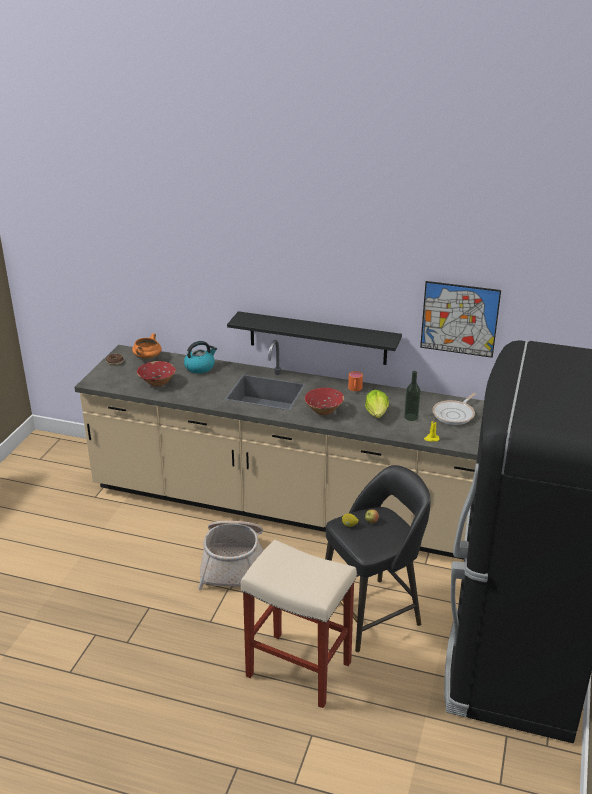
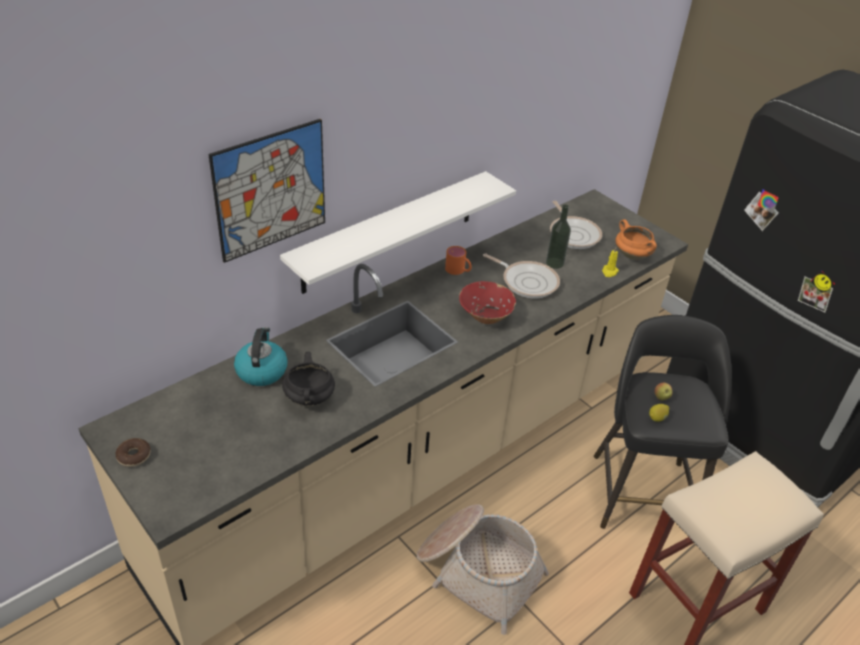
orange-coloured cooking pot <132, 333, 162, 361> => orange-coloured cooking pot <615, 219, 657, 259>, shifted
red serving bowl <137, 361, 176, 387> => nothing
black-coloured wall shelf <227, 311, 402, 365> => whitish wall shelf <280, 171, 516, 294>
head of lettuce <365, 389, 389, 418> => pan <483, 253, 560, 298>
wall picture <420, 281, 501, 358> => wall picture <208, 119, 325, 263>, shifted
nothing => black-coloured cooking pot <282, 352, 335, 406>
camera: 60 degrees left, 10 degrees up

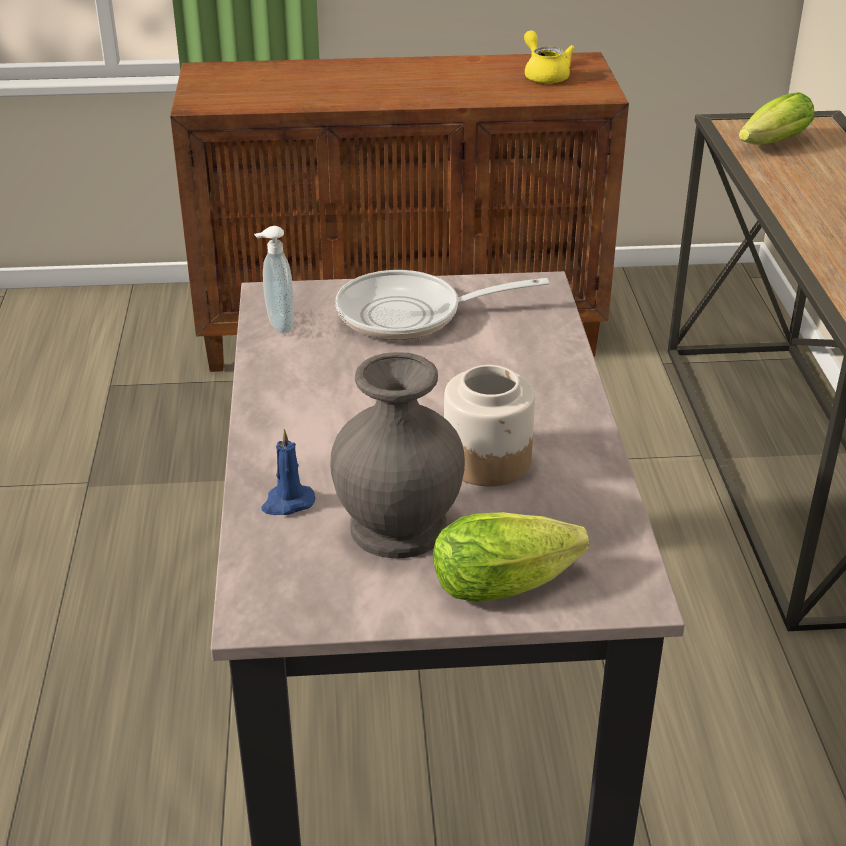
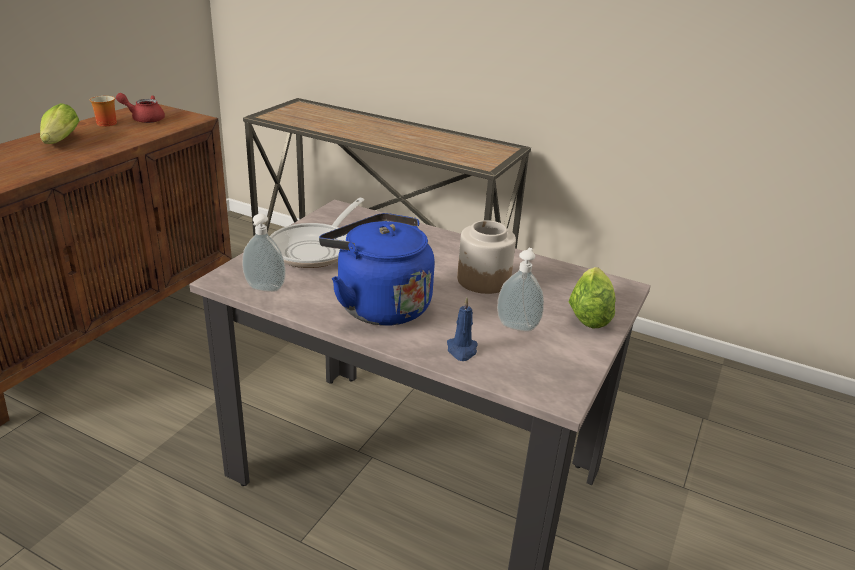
greyish vase <330, 352, 465, 559> => soap dispenser <497, 248, 544, 331>
yellowish teapot <524, 30, 575, 84> => red teapot <116, 93, 165, 123>
head of lettuce <739, 92, 814, 145> => head of lettuce <40, 103, 79, 144>, shifted
nothing => mug <89, 96, 117, 126>
nothing => blue water kettle <319, 213, 435, 325>
camera: 60 degrees left, 5 degrees down

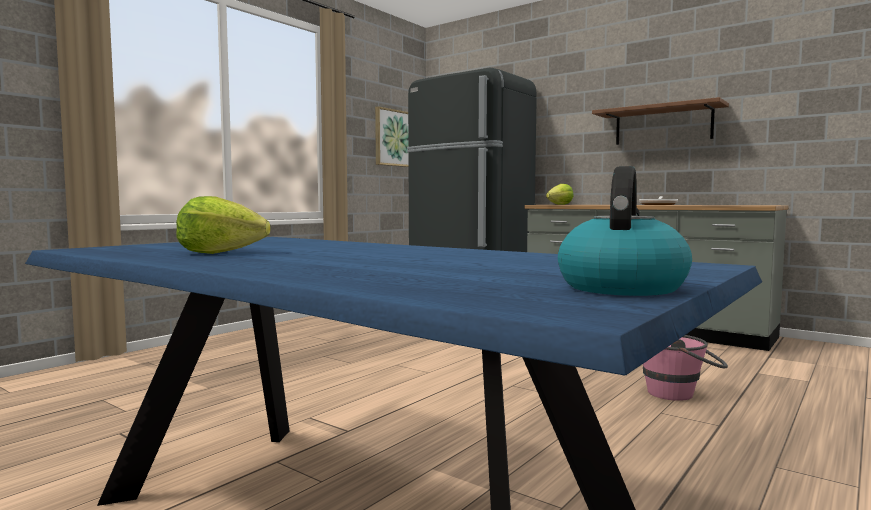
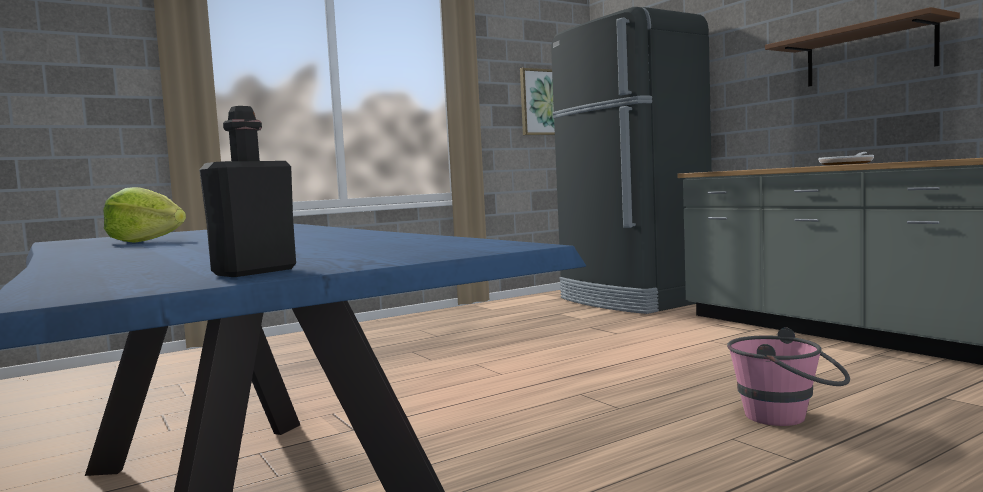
head of lettuce <546, 184, 574, 205> => nothing
water kettle <558, 166, 692, 296> => black-coloured beverage bottle <199, 106, 296, 277>
camera: 20 degrees right, 0 degrees up

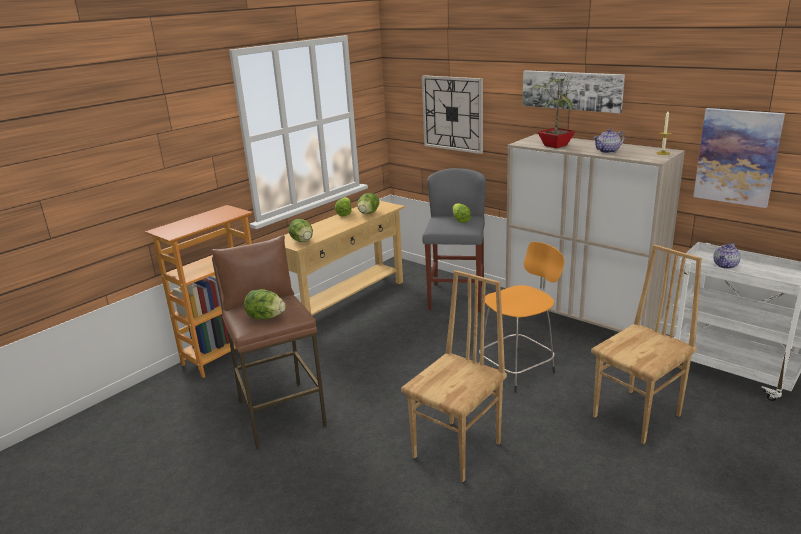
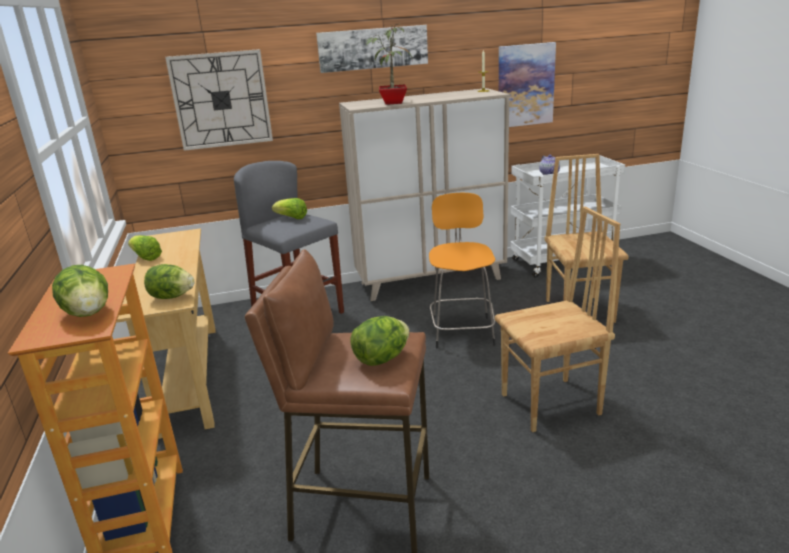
head of lettuce <357, 193, 379, 214> => head of lettuce <52, 265, 108, 317>, shifted
brown-coloured upright chair <401, 270, 507, 482> => brown-coloured upright chair <495, 207, 620, 432>, 90 degrees clockwise
teapot <593, 129, 625, 153> => nothing
camera: 55 degrees left, 0 degrees up

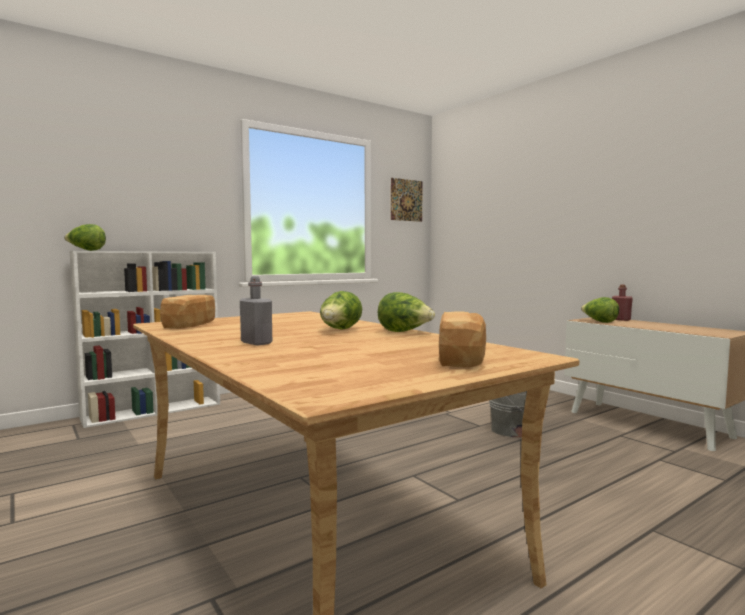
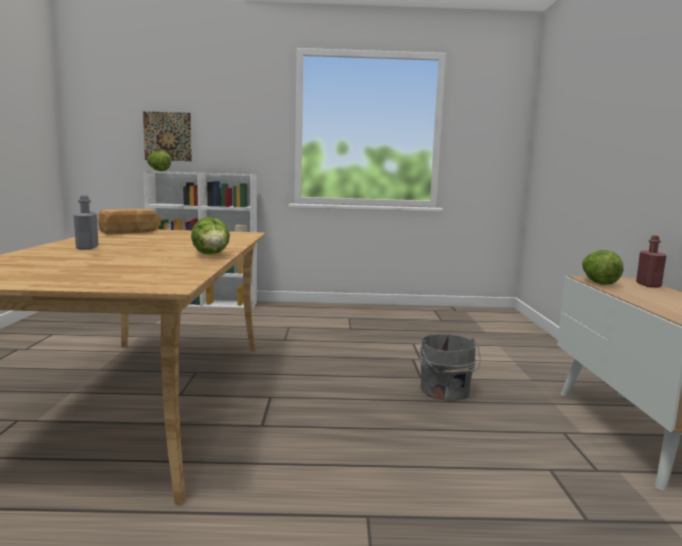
head of lettuce <320, 291, 362, 330> => nothing
wall picture <391, 178, 423, 222> => wall picture <143, 111, 192, 161>, shifted
bakery bread <439, 311, 486, 367> => nothing
camera: 35 degrees right, 5 degrees up

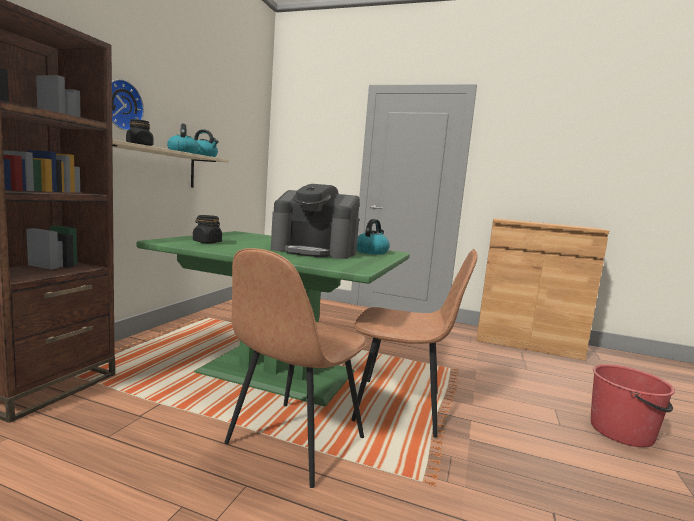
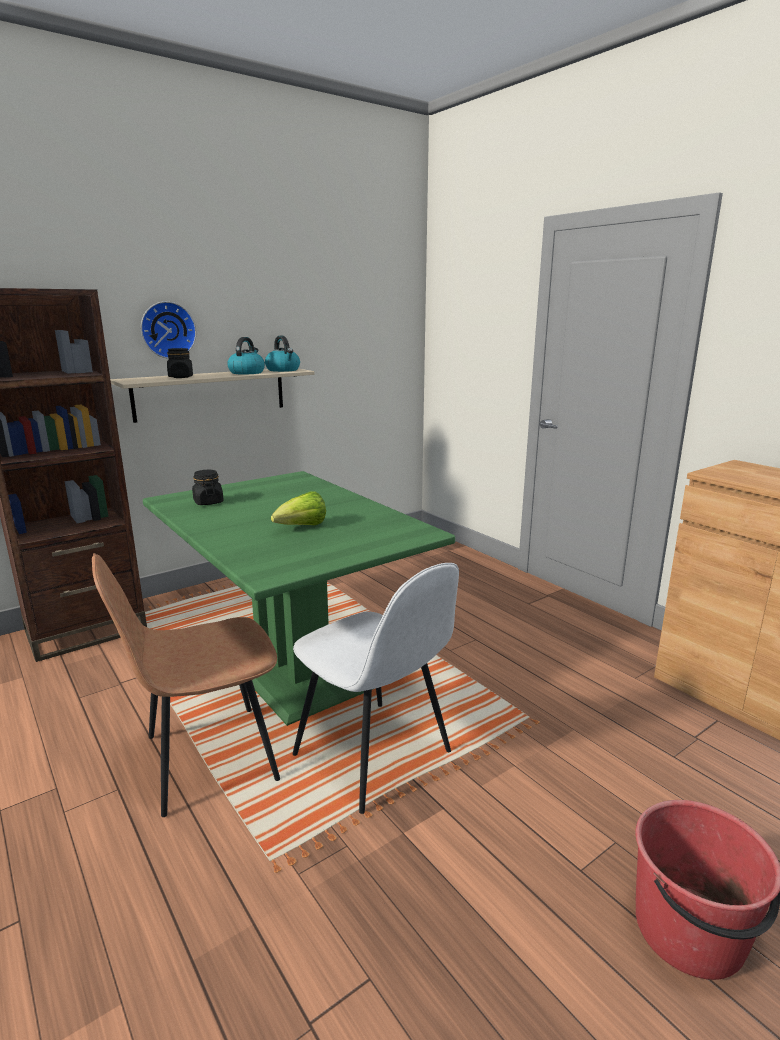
coffee machine <271, 184, 360, 259> => head of lettuce <271, 491, 326, 525>
brown-coloured upright chair <351, 249, 478, 437> => whitish upright chair <293, 563, 459, 814>
water kettle <357, 219, 390, 255> => nothing
camera: 35 degrees right, 10 degrees up

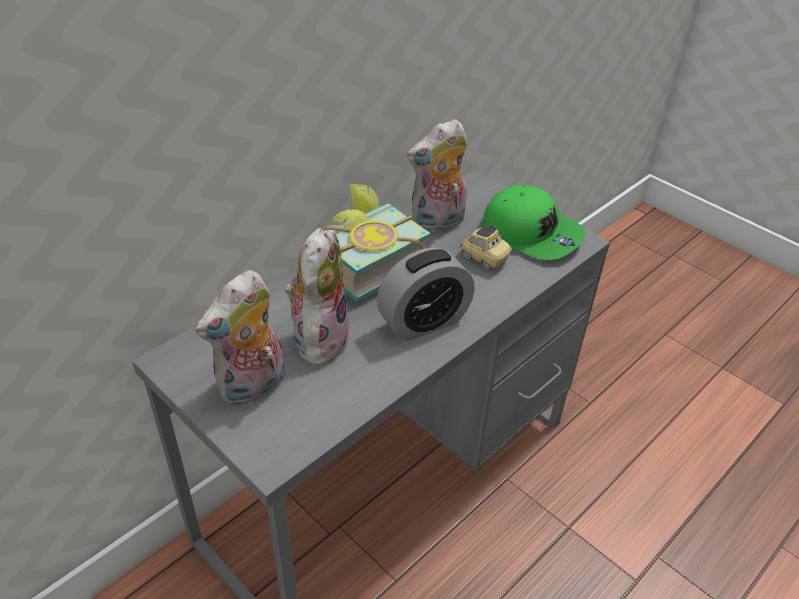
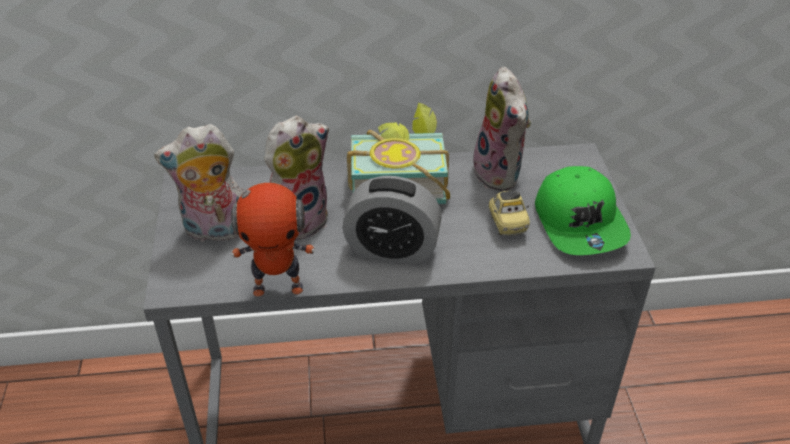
soft toy <407, 119, 467, 232> => soft toy <473, 67, 531, 191>, 120 degrees counterclockwise
nothing => robot figure <226, 178, 315, 296>
camera: 40 degrees right, 0 degrees up

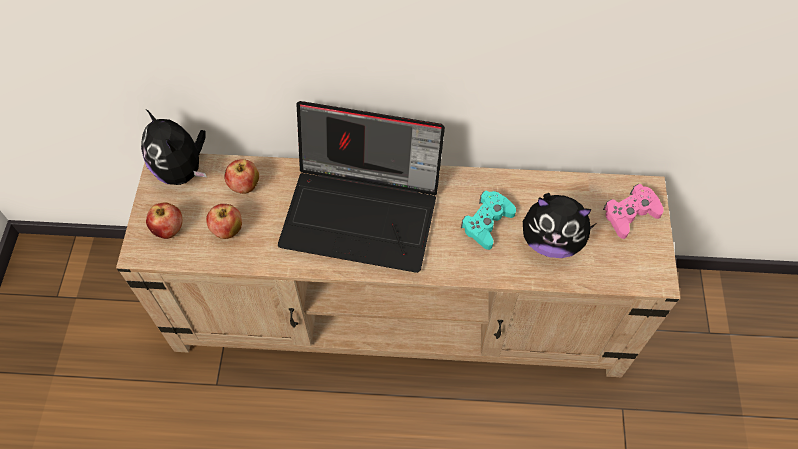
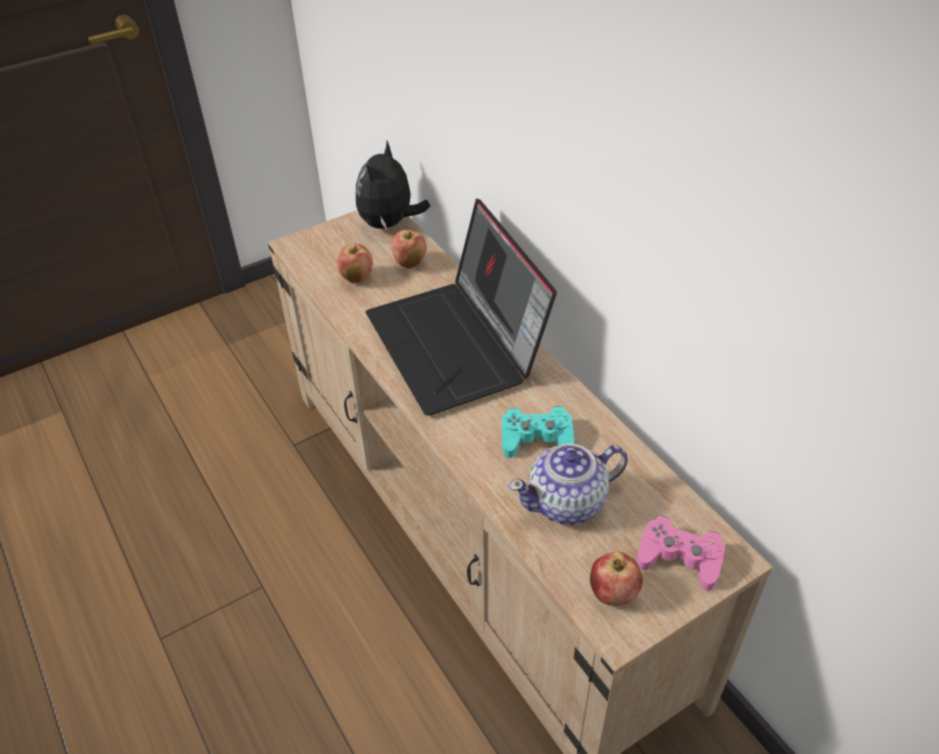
apple fruit <146, 202, 183, 239> => apple fruit <590, 552, 643, 606>, shifted
soft toy <523, 193, 597, 258> => teapot <509, 443, 628, 525>
camera: 55 degrees right, 15 degrees down

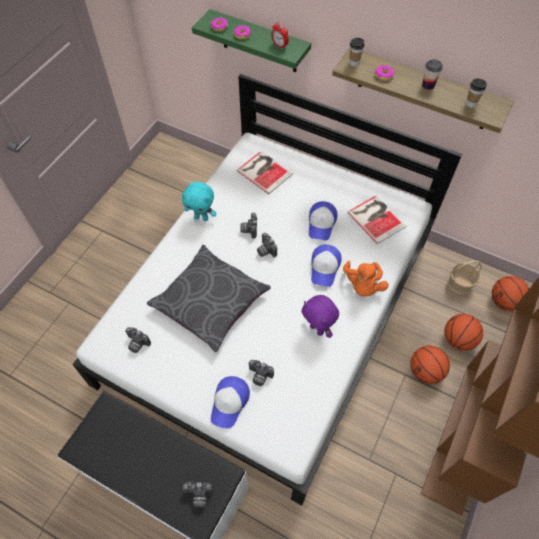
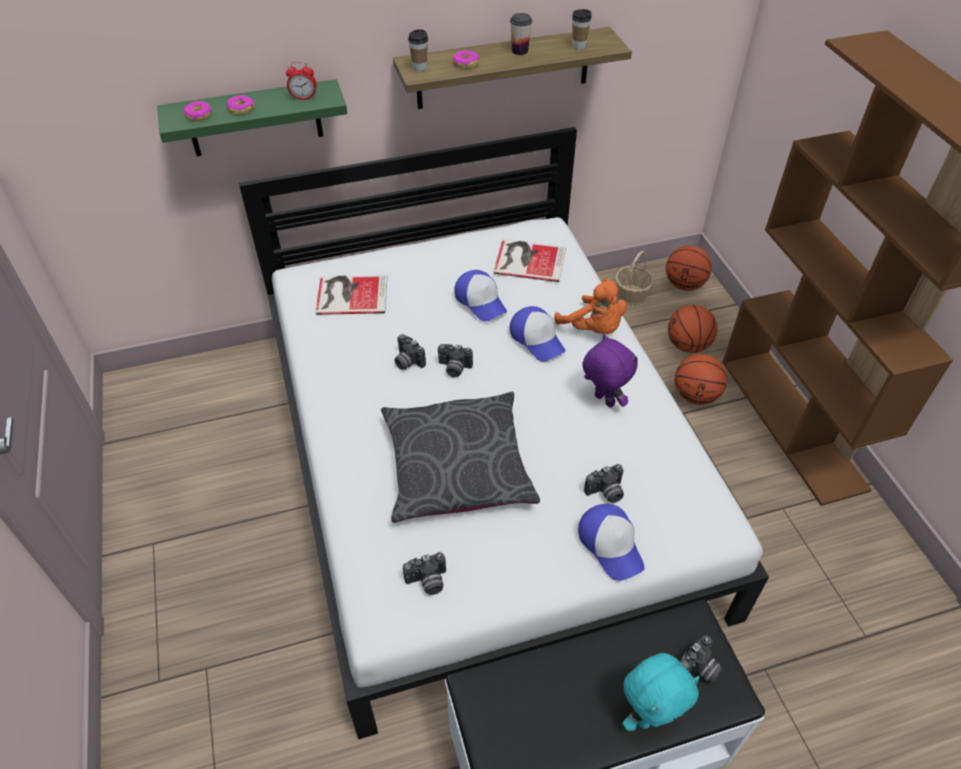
turquoise soft toy <181, 182, 217, 221> => turquoise soft toy <623, 653, 700, 731>, shifted
purple-coloured soft toy <301, 295, 339, 338> => purple-coloured soft toy <582, 334, 638, 408>, 135 degrees counterclockwise
camera: 45 degrees left, 10 degrees down

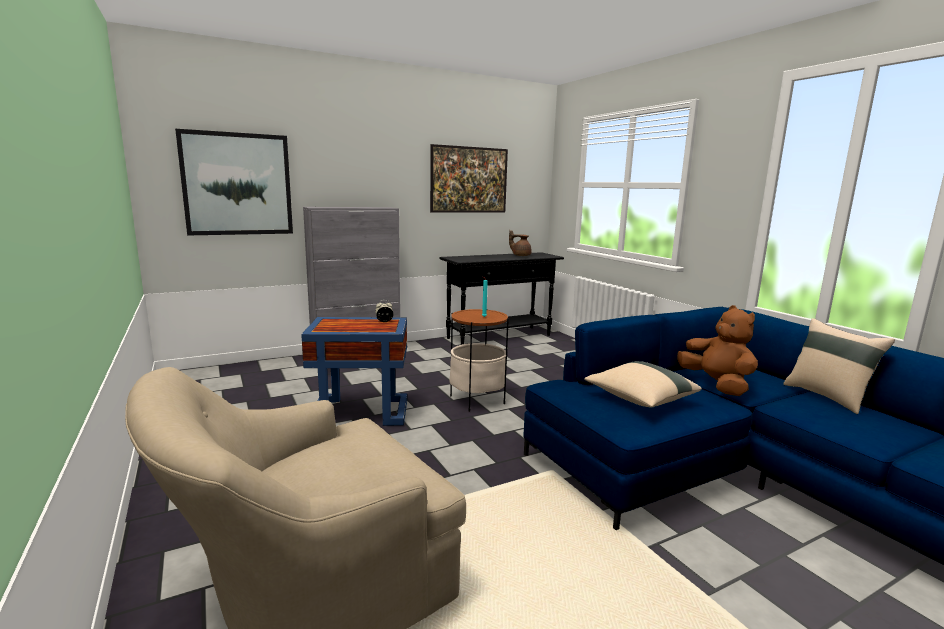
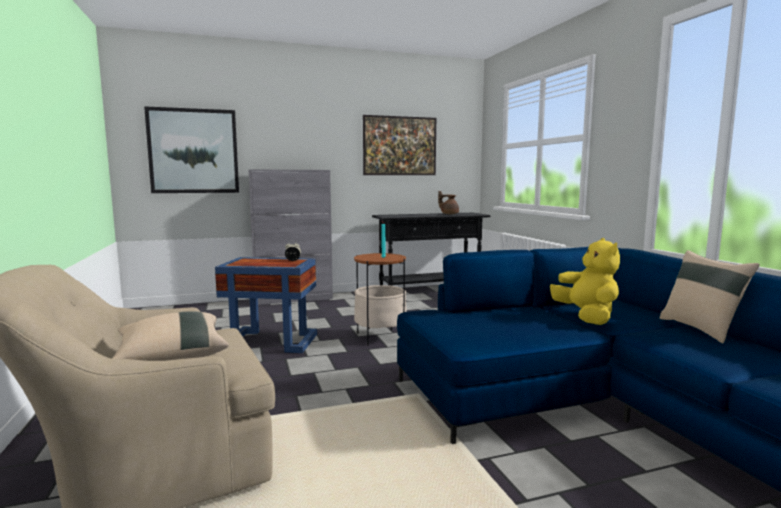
beige pillow <584, 361, 702, 408> => beige pillow <112, 311, 229, 361>, shifted
brown-coloured soft toy <677, 305, 758, 396> => yellowish soft toy <550, 238, 620, 325>
camera: 10 degrees right, 5 degrees down

